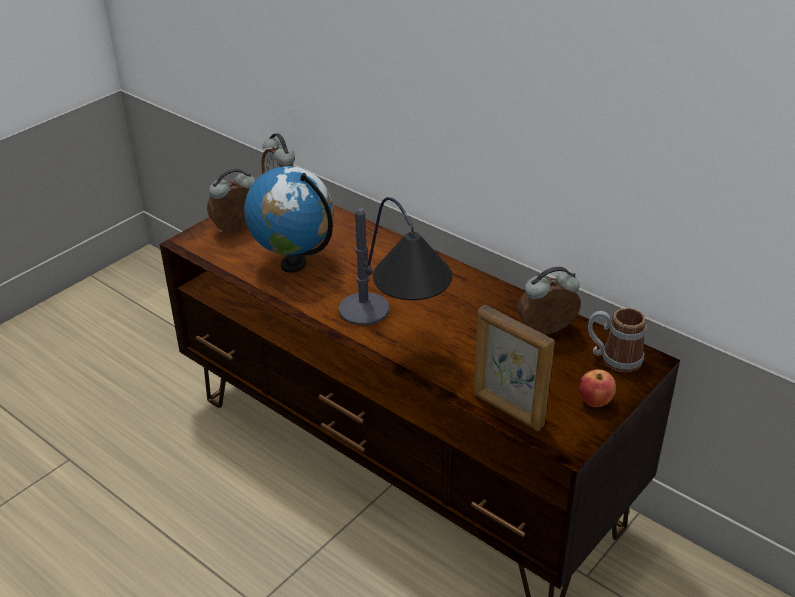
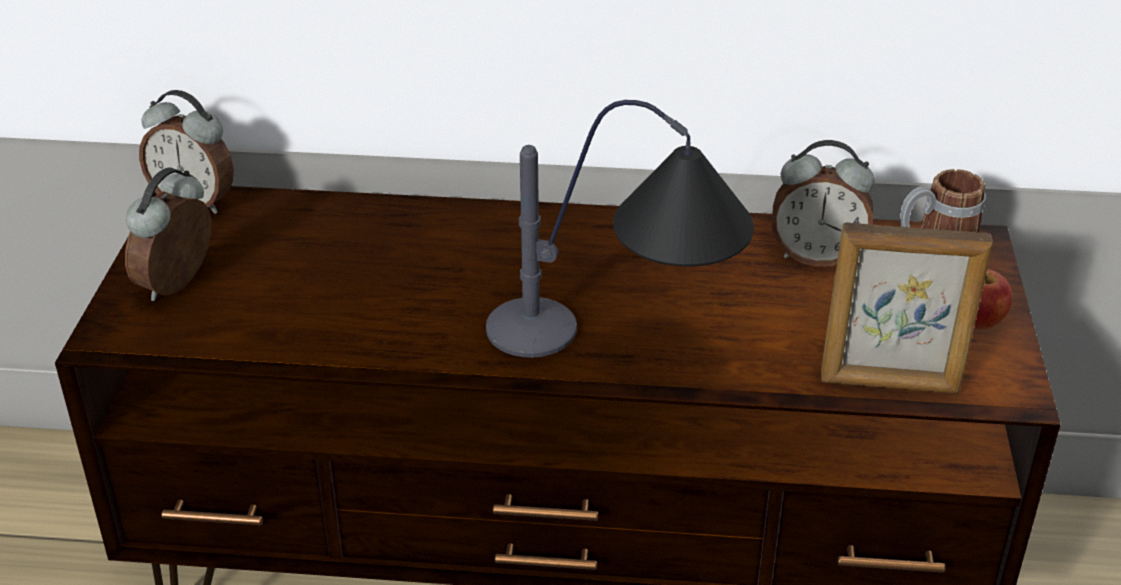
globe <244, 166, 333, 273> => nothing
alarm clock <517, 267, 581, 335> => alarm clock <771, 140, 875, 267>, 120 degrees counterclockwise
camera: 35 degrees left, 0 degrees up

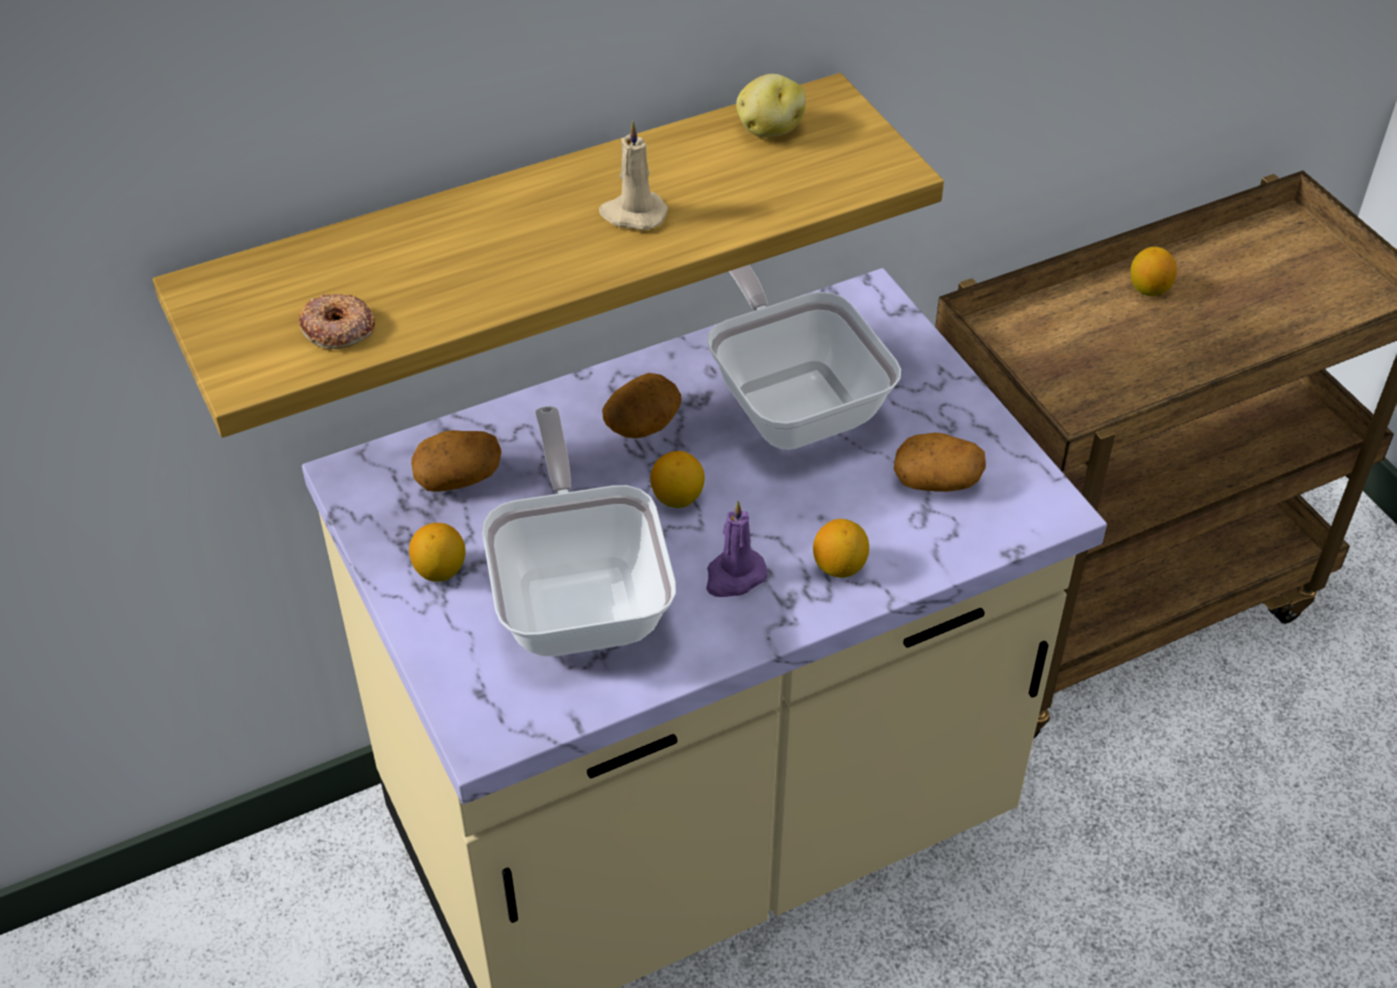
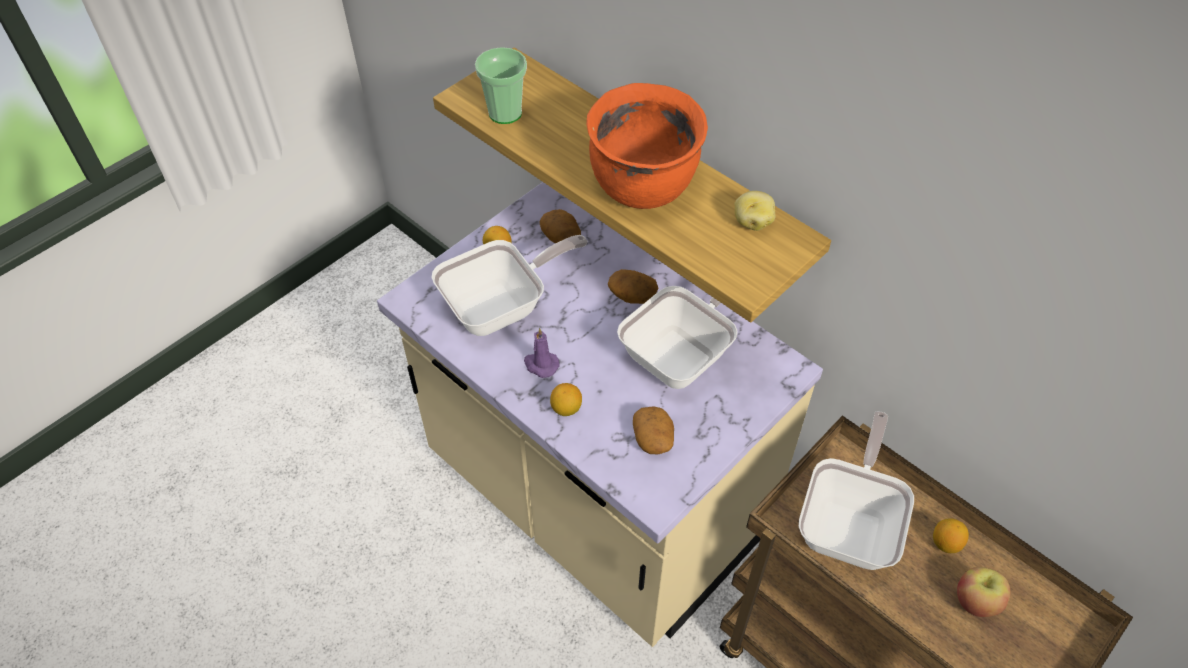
doughnut <298, 293, 375, 349> => drinking cup <475, 47, 527, 124>
beige wax candle <599, 121, 668, 230> => orange-coloured cooking pot <586, 83, 708, 209>
citrus fruit <650, 451, 705, 508> => nothing
nothing => pan <799, 411, 914, 570>
nothing => apple fruit <957, 567, 1011, 617>
camera: 70 degrees right, 5 degrees up

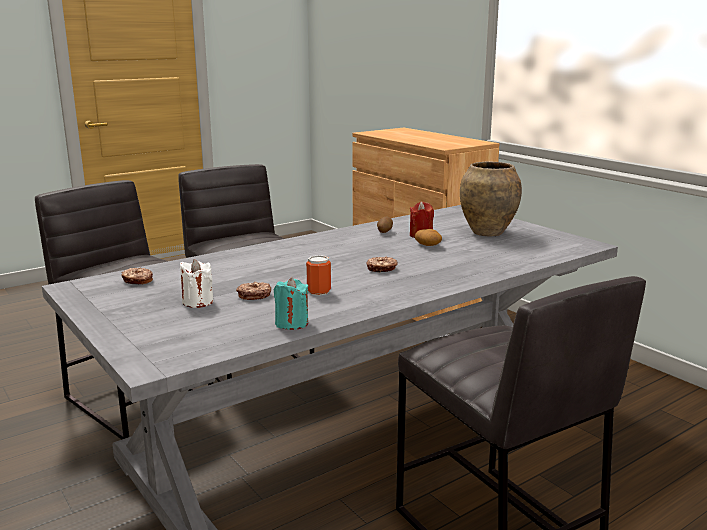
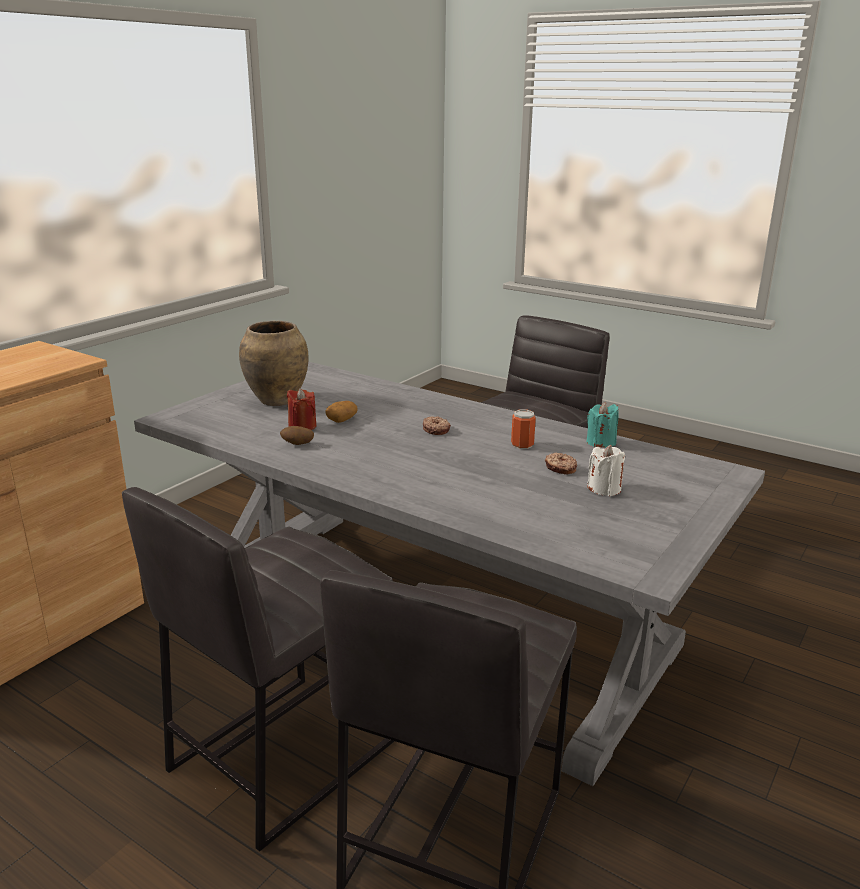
doughnut <121, 268, 153, 284> => nothing
camera: 110 degrees left, 5 degrees up

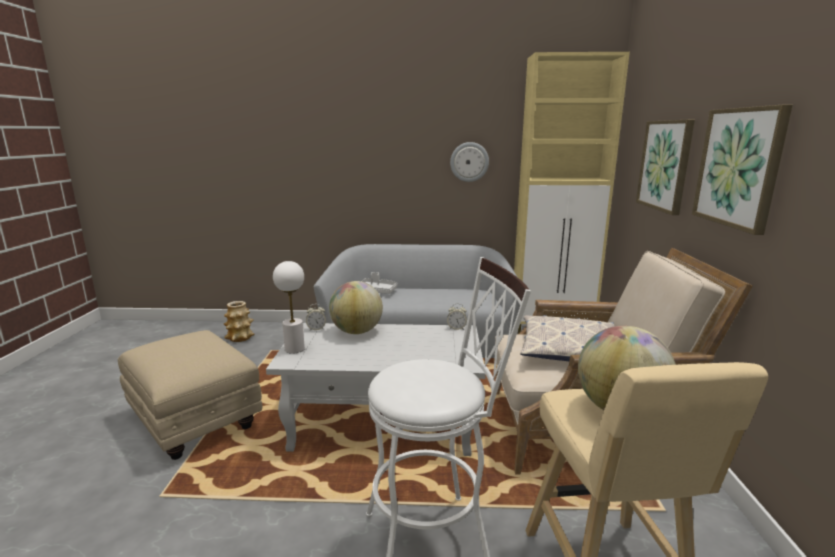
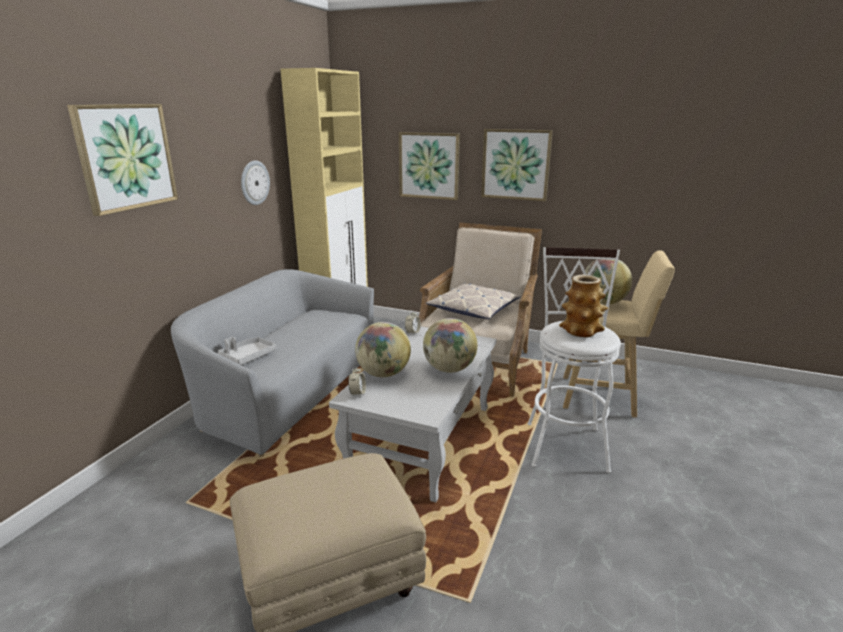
vase <224, 301, 254, 342> => vase <559, 274, 608, 337>, shifted
whitish lamp for a table <273, 261, 305, 354> => nothing
nothing => wall picture <67, 104, 178, 216>
nothing => globe <423, 318, 477, 373>
camera: 70 degrees left, 5 degrees up

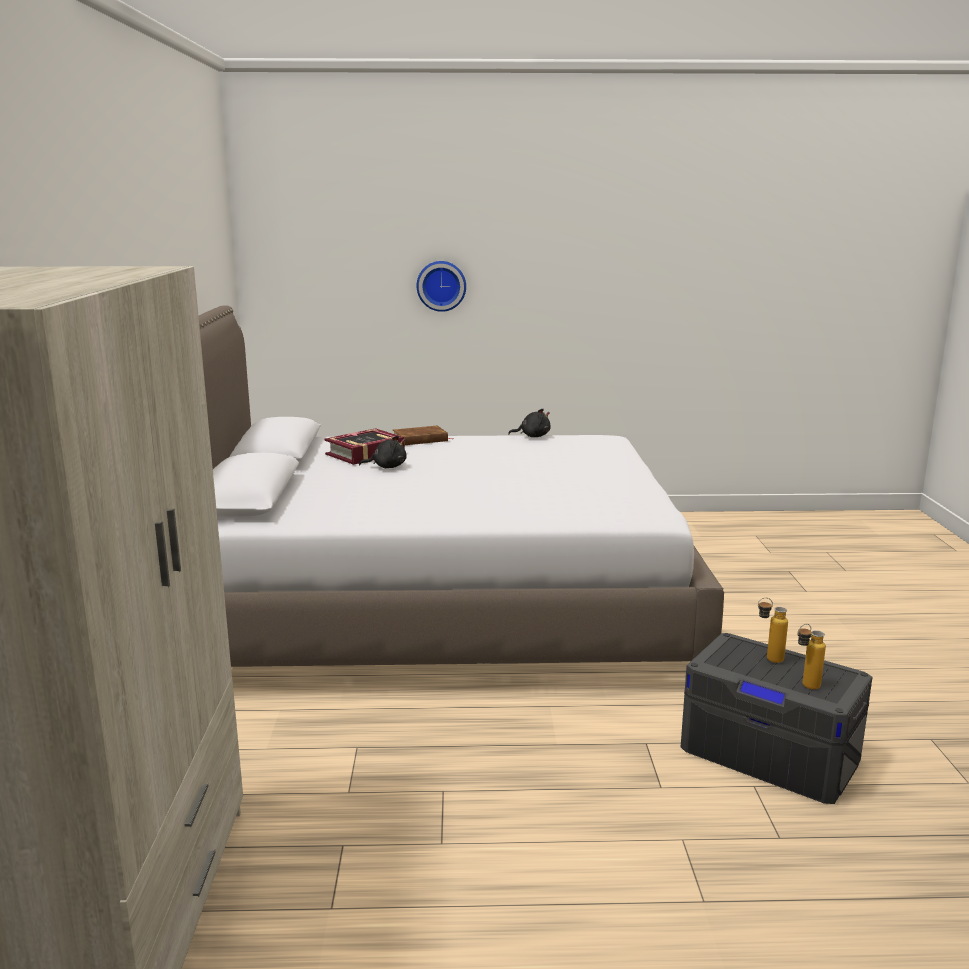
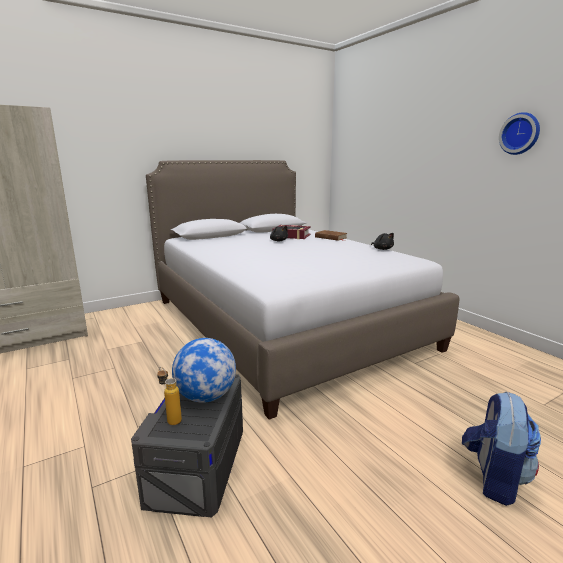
hanging clock <417, 261, 466, 312> => hanging clock <499, 112, 540, 155>, shifted
beverage bottle <758, 597, 788, 663> => globe <172, 338, 236, 403>
nothing => backpack <462, 391, 541, 506>
camera: 60 degrees right, 0 degrees up

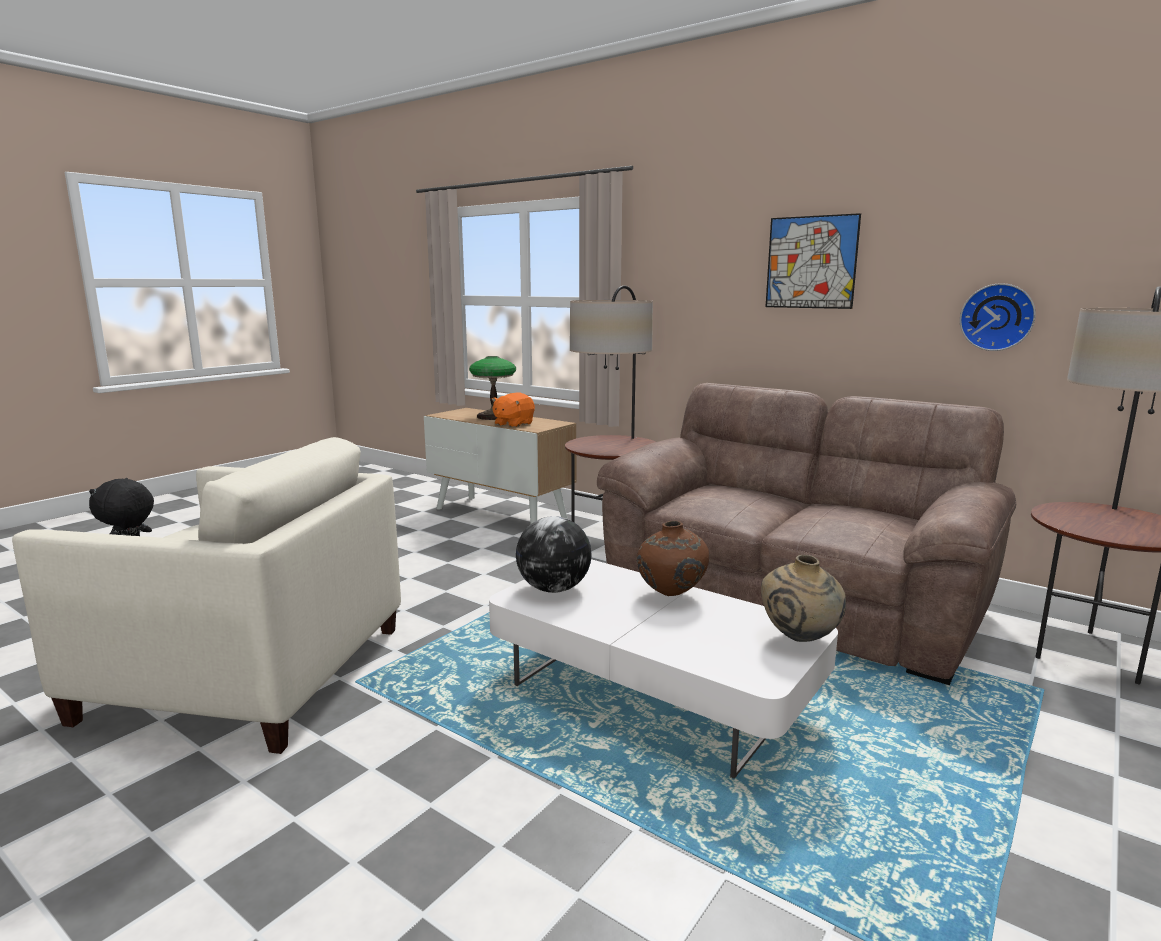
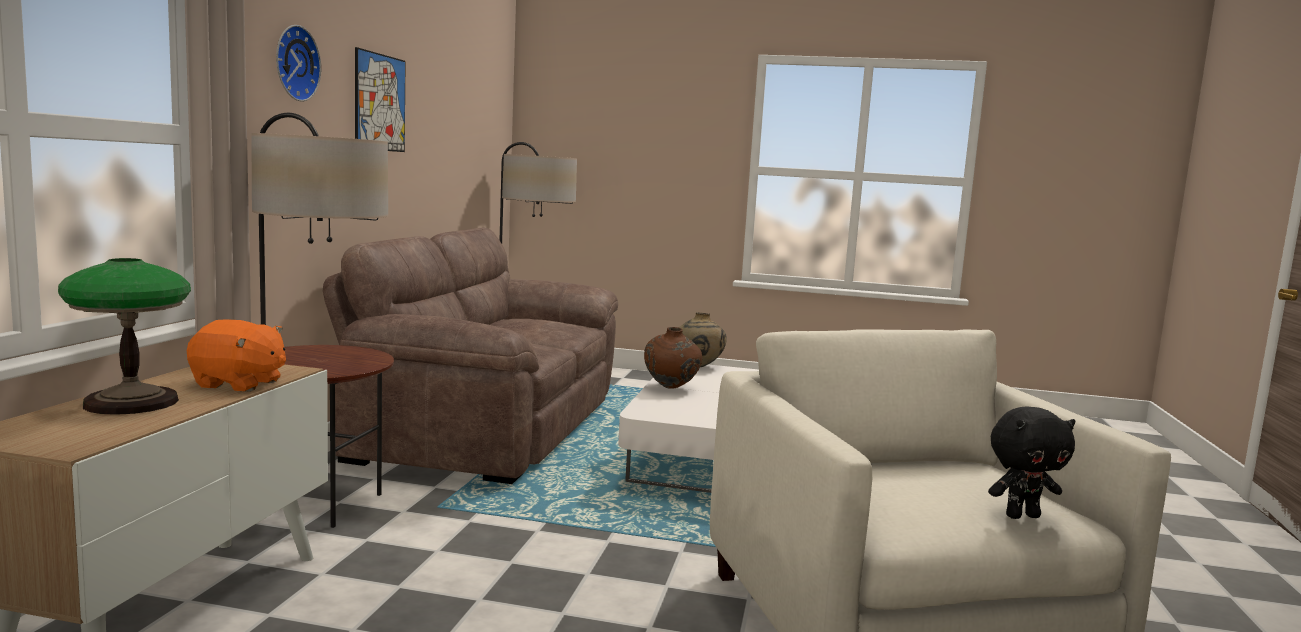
globe <516, 516, 591, 593> => nothing
hanging clock <960, 283, 1036, 351> => hanging clock <276, 25, 321, 101>, shifted
camera: 115 degrees left, 5 degrees down

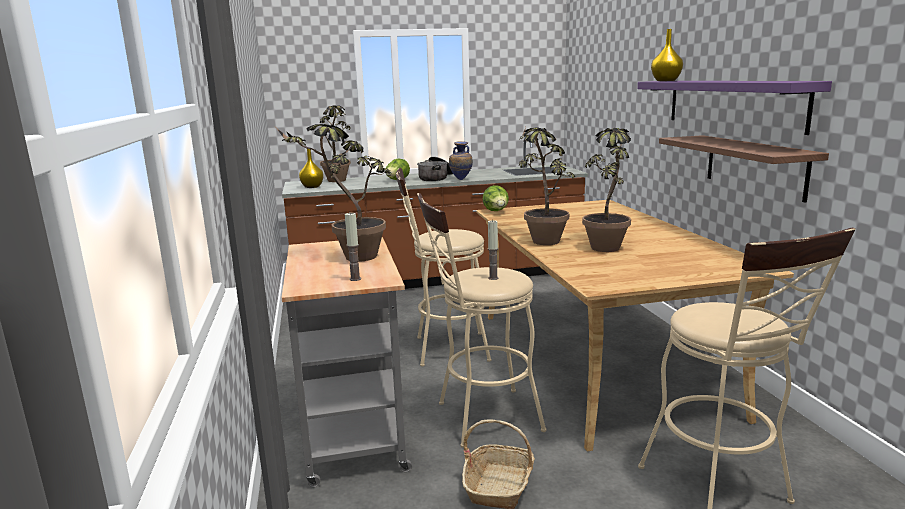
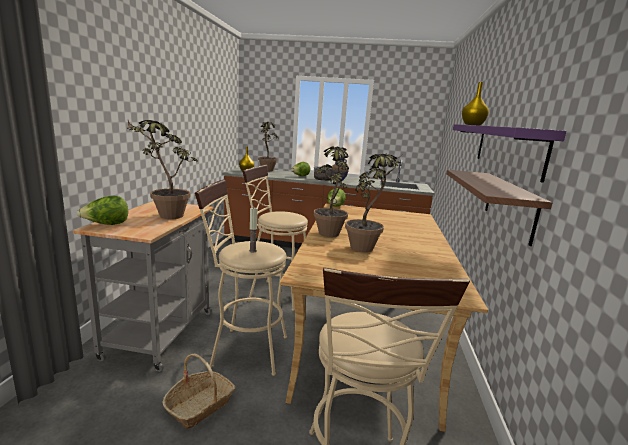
wax candle <345, 213, 361, 281> => nothing
nothing => head of lettuce <77, 196, 128, 225>
camera: 20 degrees right, 0 degrees up

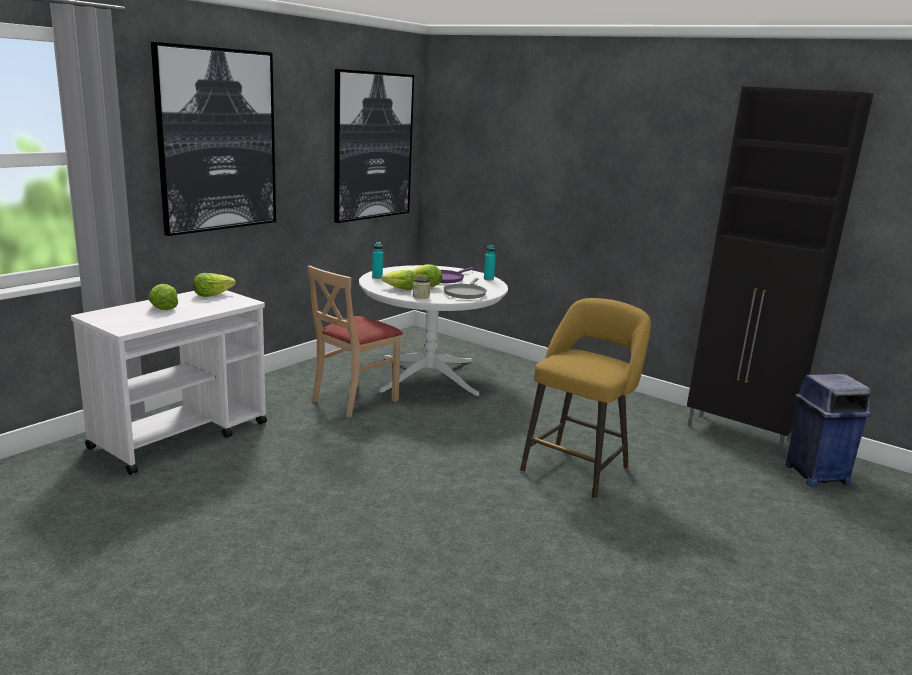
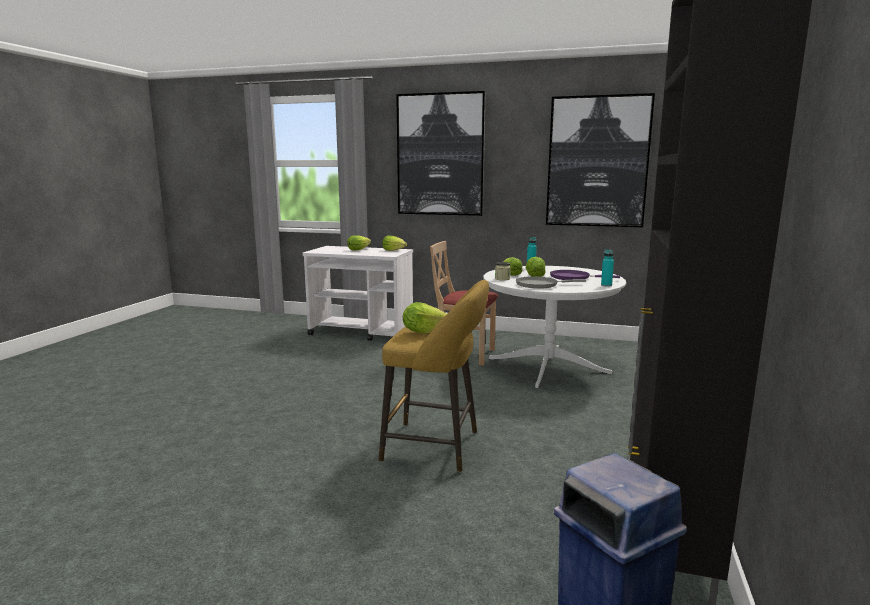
nothing => head of lettuce <403, 302, 447, 334>
camera: 70 degrees right, 5 degrees down

